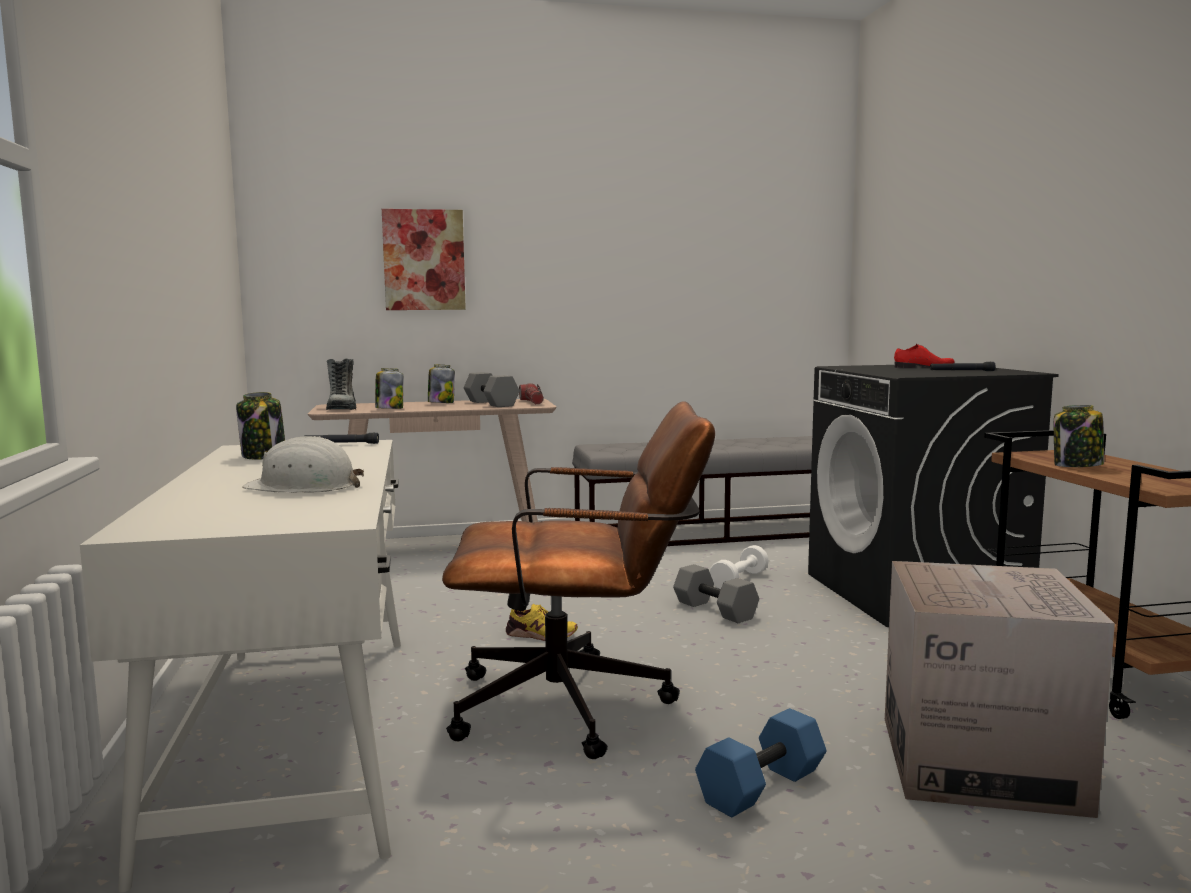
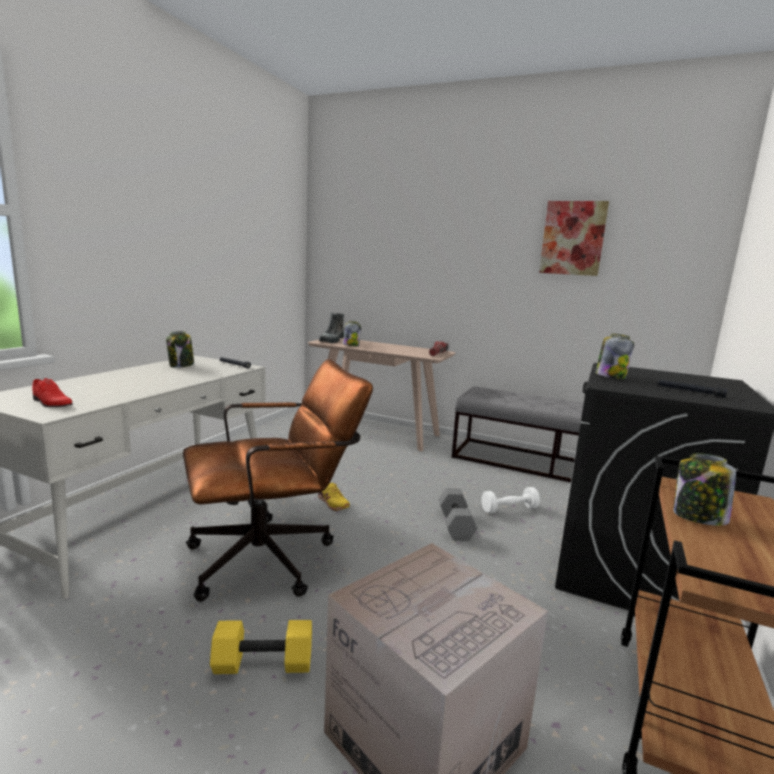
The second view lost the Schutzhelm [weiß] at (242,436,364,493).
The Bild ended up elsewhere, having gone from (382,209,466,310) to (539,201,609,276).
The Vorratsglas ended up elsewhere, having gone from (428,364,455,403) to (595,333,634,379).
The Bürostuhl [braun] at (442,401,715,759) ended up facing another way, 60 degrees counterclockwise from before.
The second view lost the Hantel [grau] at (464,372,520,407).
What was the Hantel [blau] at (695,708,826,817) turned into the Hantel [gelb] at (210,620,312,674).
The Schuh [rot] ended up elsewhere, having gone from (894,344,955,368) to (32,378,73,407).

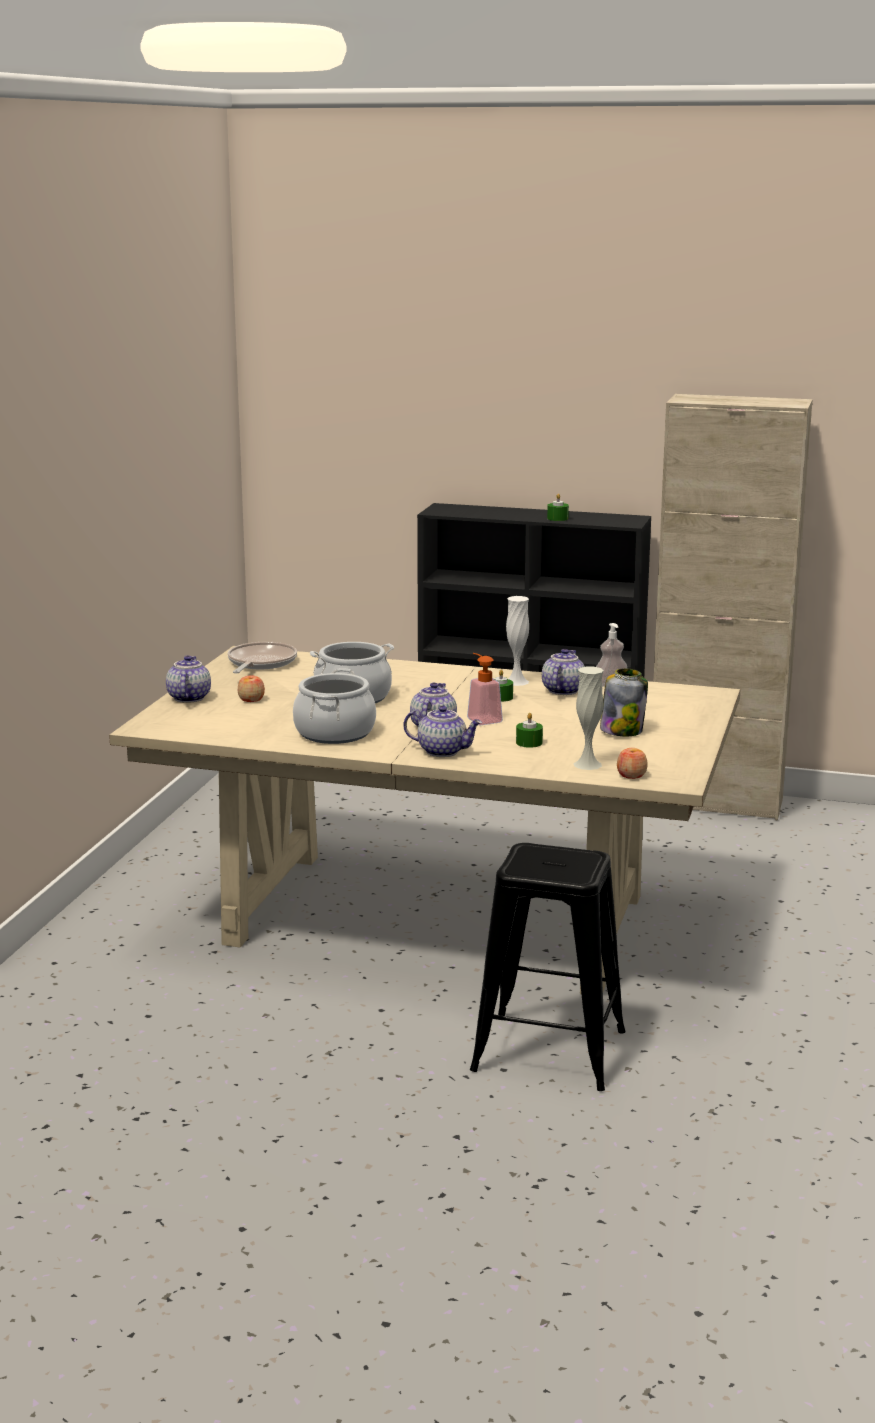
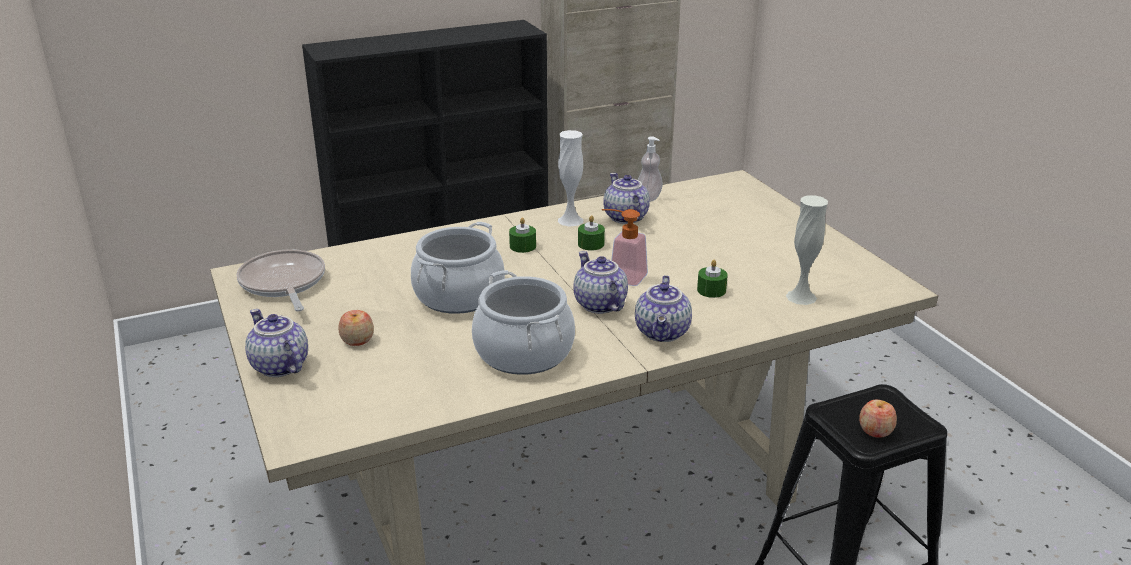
The Teekanne at (403,706,482,757) ended up facing another way, 120 degrees clockwise from before.
The Kerze [grün] ended up elsewhere, having gone from (547,494,569,521) to (509,218,536,253).
The second view lost the Vorratsglas at (600,668,648,736).
The Apfel ended up elsewhere, having gone from (617,748,648,779) to (859,400,897,438).

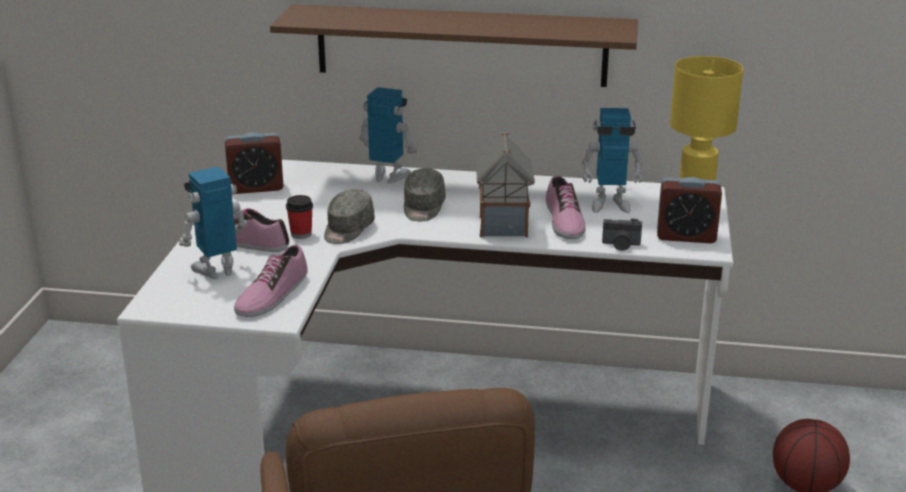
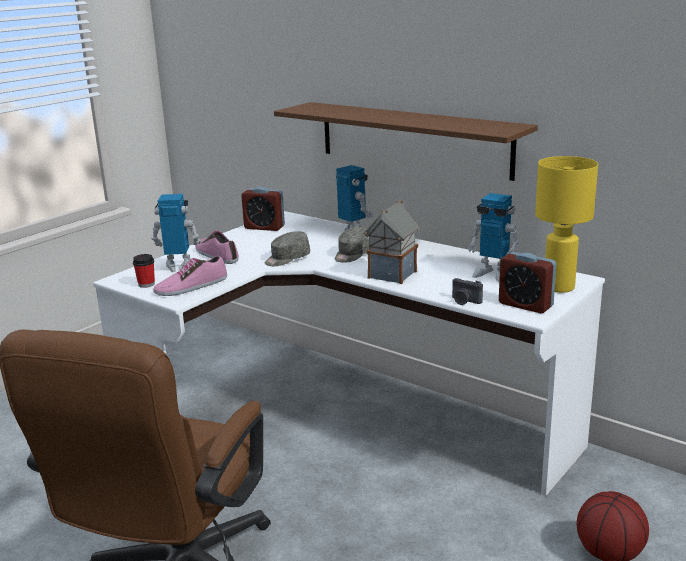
The Tasse ended up elsewhere, having gone from (286,195,313,239) to (133,254,155,288).
The second view lost the Schuh at (546,176,586,239).

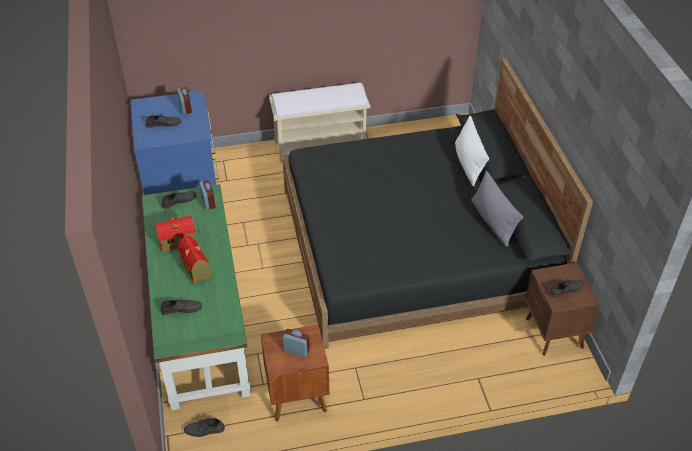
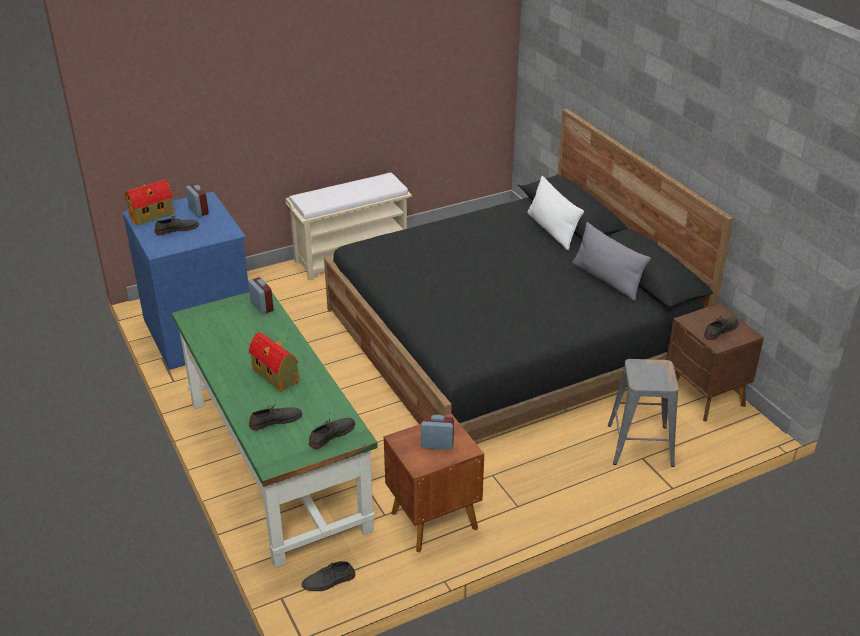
The Spielzeughaus ended up elsewhere, having gone from (155,215,197,252) to (125,180,174,226).
The Schuh [grau] ended up elsewhere, having gone from (161,191,197,209) to (309,418,355,449).
The second view gained the Hocker [grau] at (608,359,679,467).

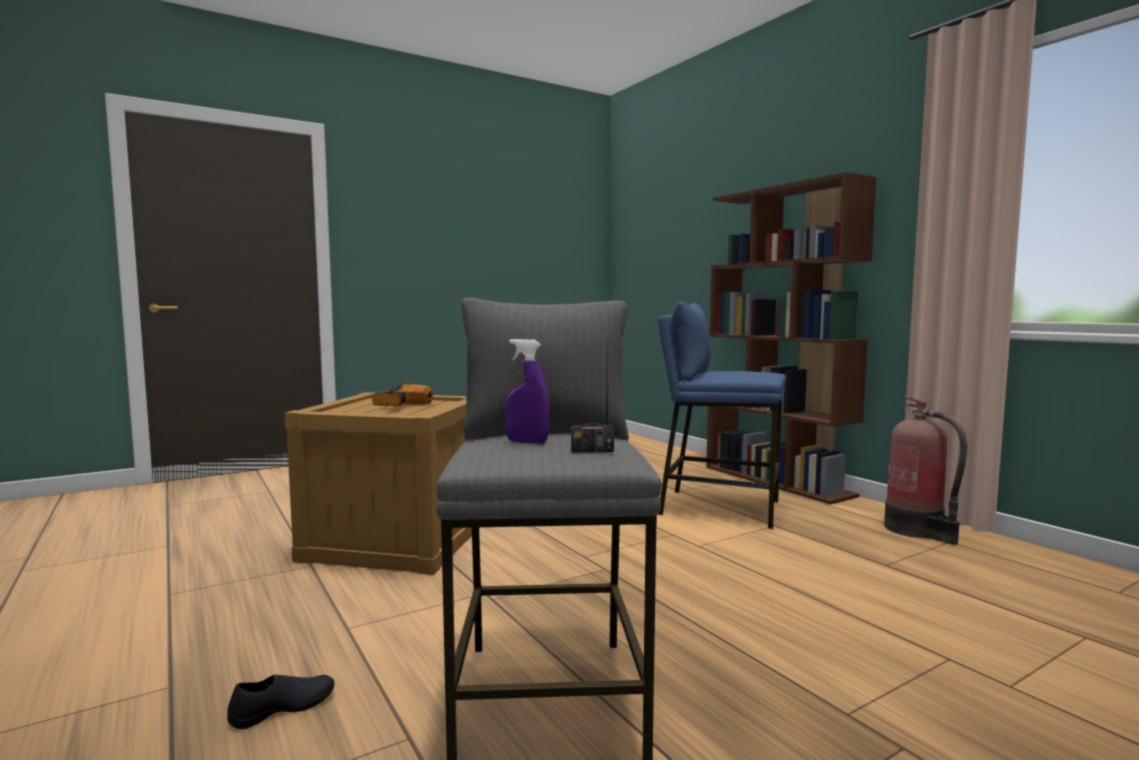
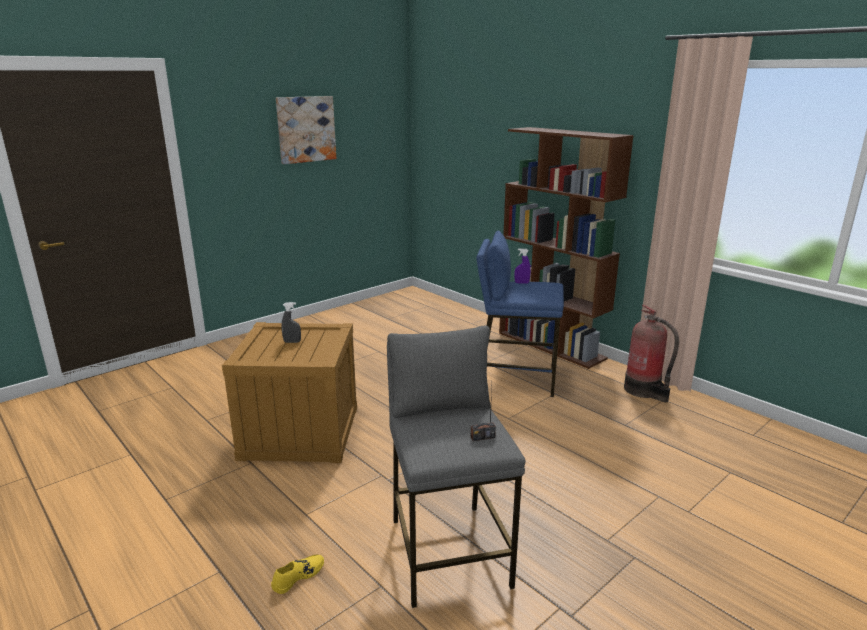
What was the Schuh [schwarz] at (227,675,335,729) turned into the Schuh [gelb] at (271,555,324,594).
Where the Bohrmaschine stood at (372,384,433,406), the Sprühflasche [grau] came to stand at (281,302,301,343).
The Sprühflasche [lila] ended up elsewhere, having gone from (505,339,550,444) to (515,249,531,284).
The second view gained the Bild at (276,96,336,164).

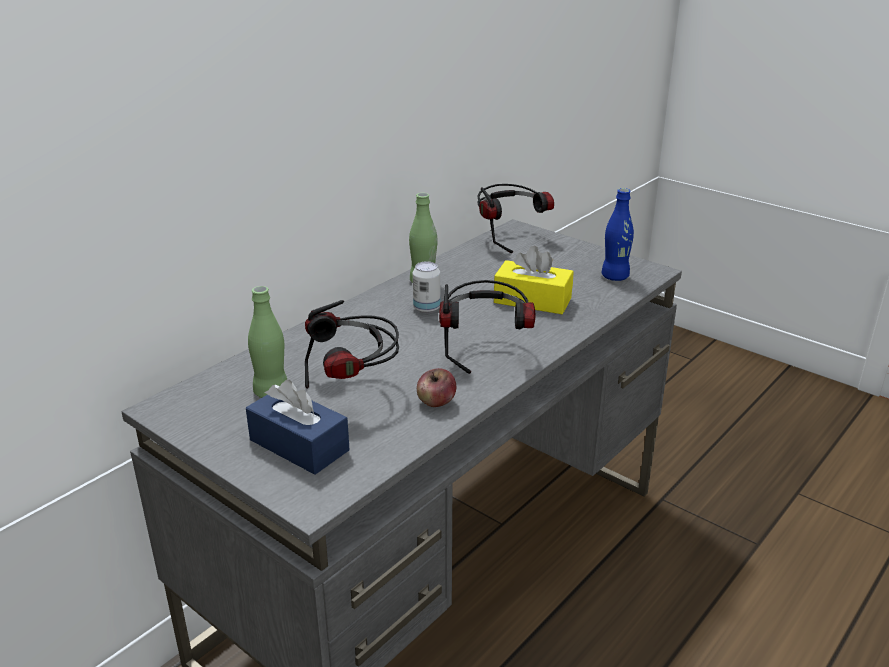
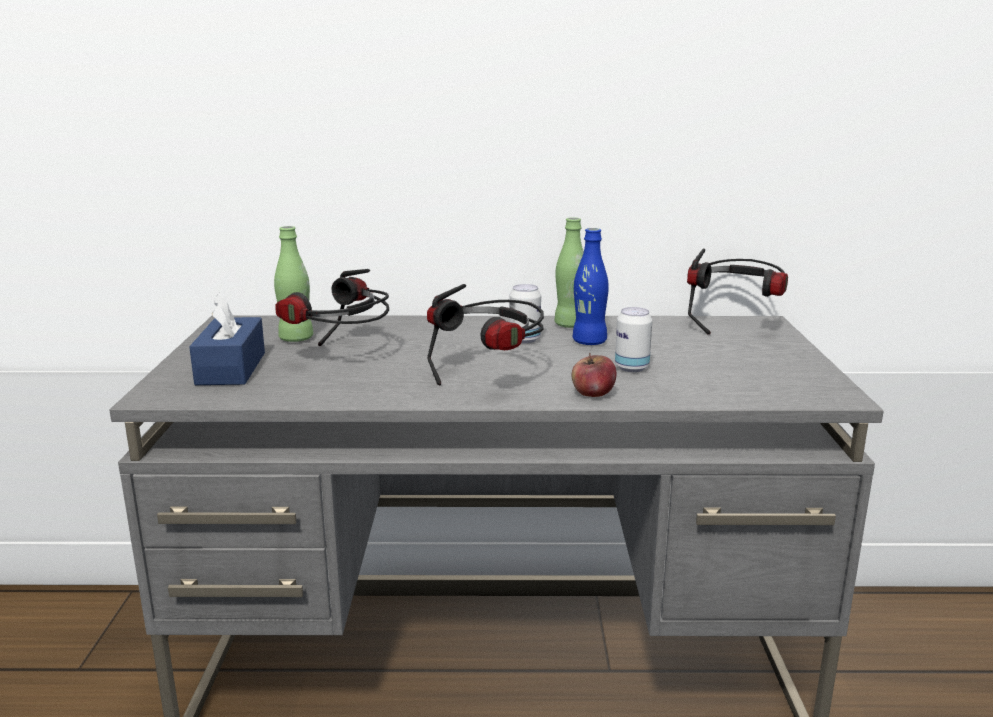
The Apfel ended up elsewhere, having gone from (417,368,456,407) to (572,353,617,397).
Where the Taschentuchbox [gelb] stood at (494,246,574,314), the Dose came to stand at (615,307,652,372).
The Flasche [blau] ended up elsewhere, having gone from (602,188,634,281) to (573,228,609,345).

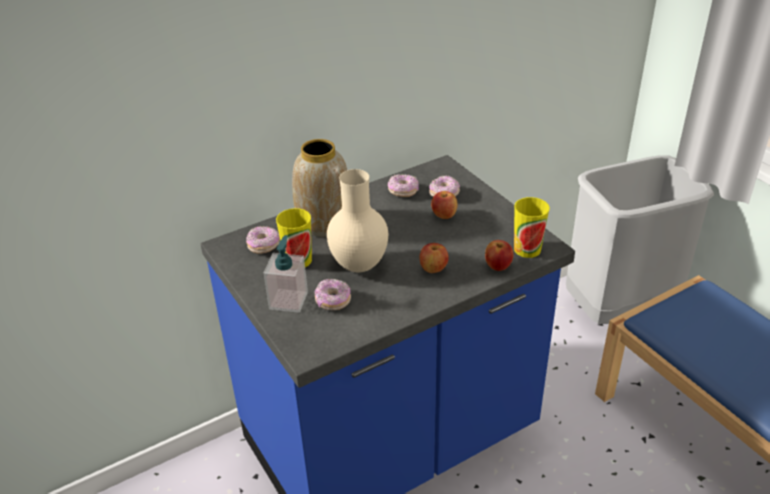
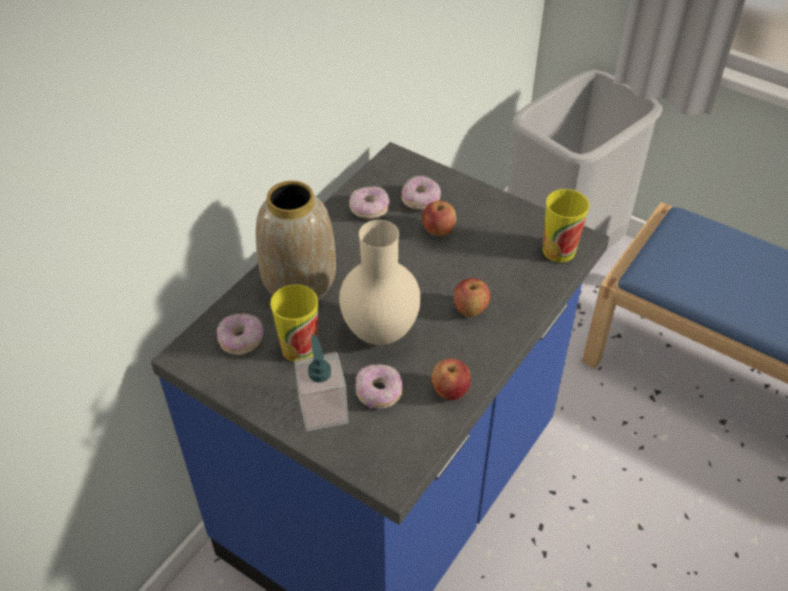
The Apfel ended up elsewhere, having gone from (485,240,513,271) to (432,359,471,400).

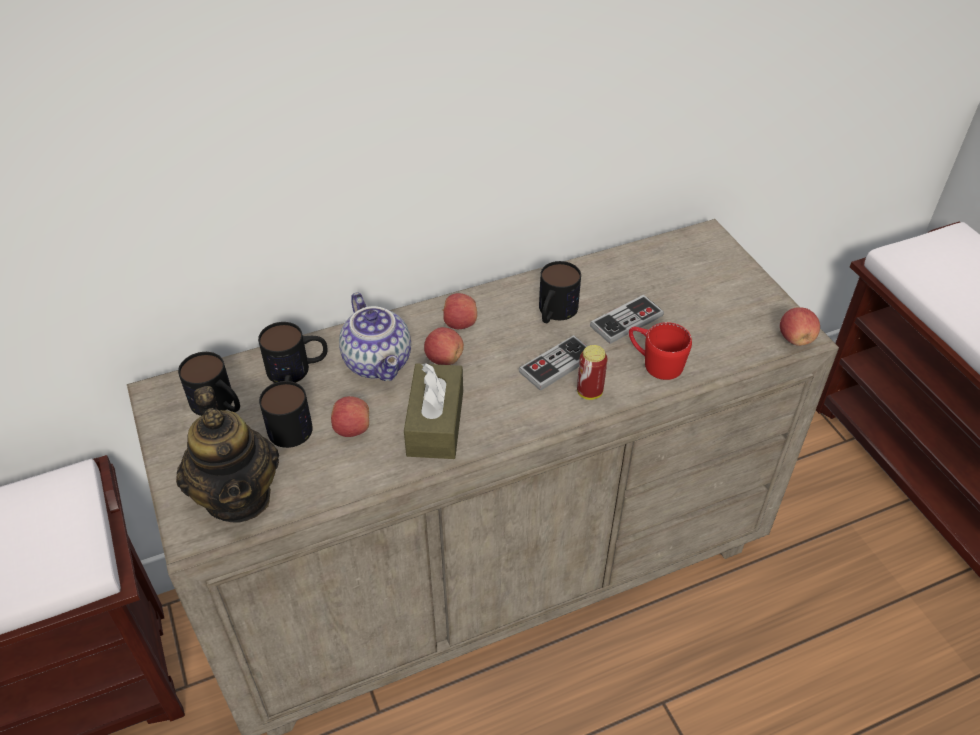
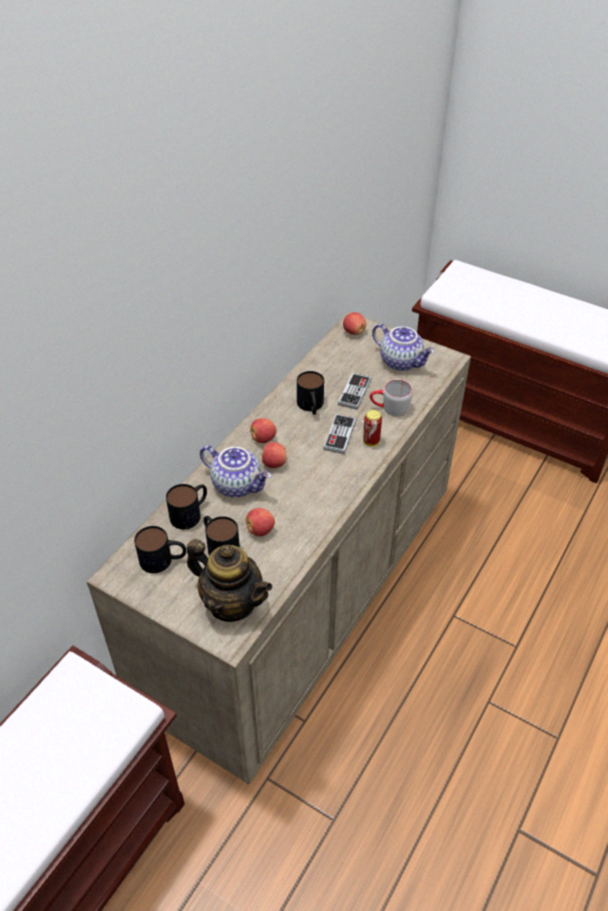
The second view lost the Taschentuchbox [braun] at (404,363,463,459).
What was the Henkelbecher [rot] at (629,322,692,380) turned into the Henkelbecher [grau] at (370,379,413,416).
The Apfel ended up elsewhere, having gone from (780,307,820,346) to (343,312,366,335).
The second view gained the Teekanne at (372,324,435,371).

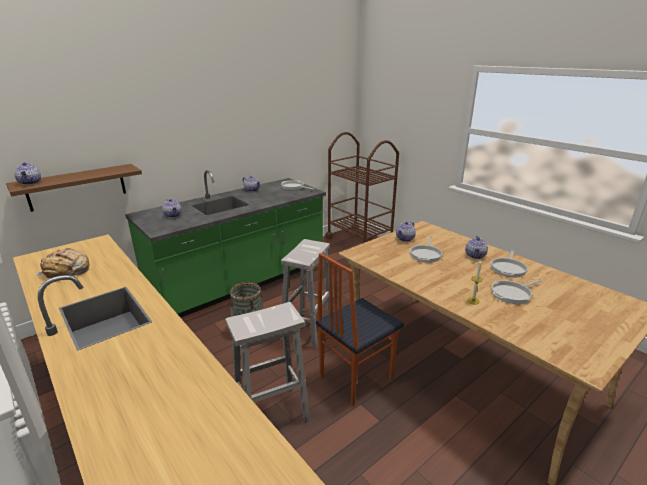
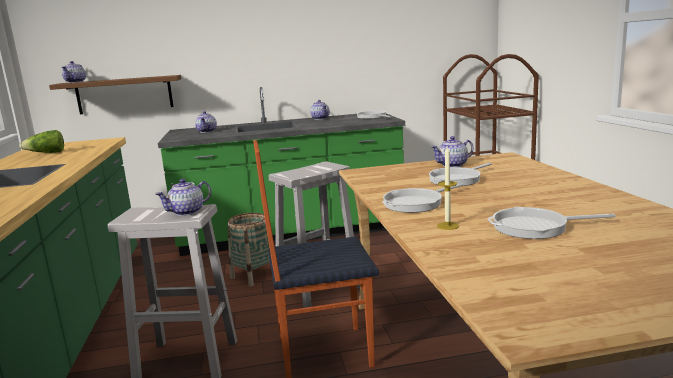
Where the Brot stood at (35,248,89,279), the Salatkopf came to stand at (19,130,64,153).
The Teekanne ended up elsewhere, having gone from (465,236,488,259) to (155,179,211,216).
The Pfanne ended up elsewhere, having gone from (490,250,529,277) to (382,183,463,213).

